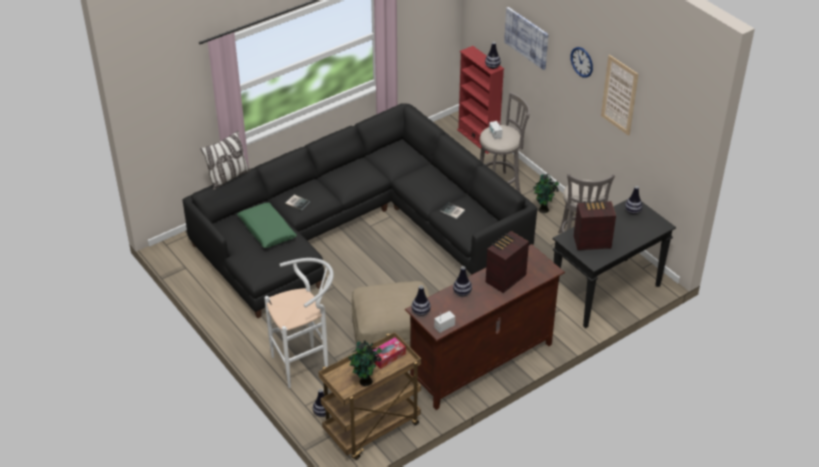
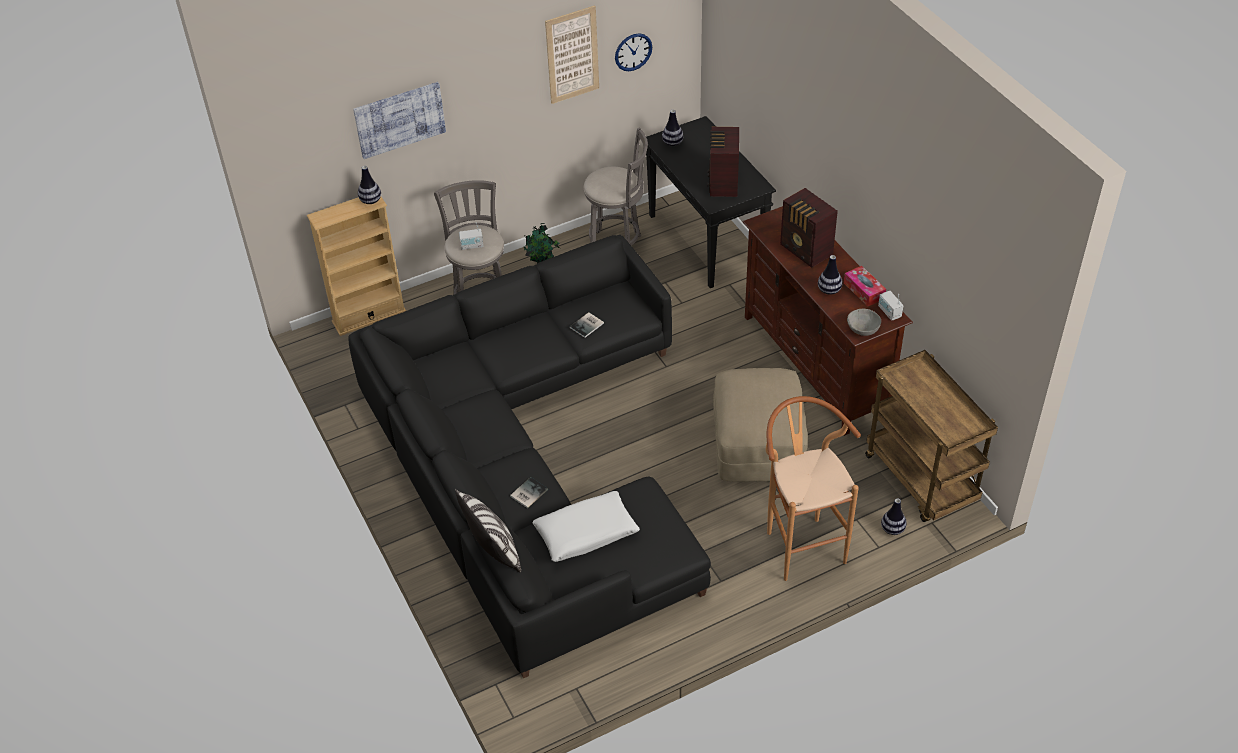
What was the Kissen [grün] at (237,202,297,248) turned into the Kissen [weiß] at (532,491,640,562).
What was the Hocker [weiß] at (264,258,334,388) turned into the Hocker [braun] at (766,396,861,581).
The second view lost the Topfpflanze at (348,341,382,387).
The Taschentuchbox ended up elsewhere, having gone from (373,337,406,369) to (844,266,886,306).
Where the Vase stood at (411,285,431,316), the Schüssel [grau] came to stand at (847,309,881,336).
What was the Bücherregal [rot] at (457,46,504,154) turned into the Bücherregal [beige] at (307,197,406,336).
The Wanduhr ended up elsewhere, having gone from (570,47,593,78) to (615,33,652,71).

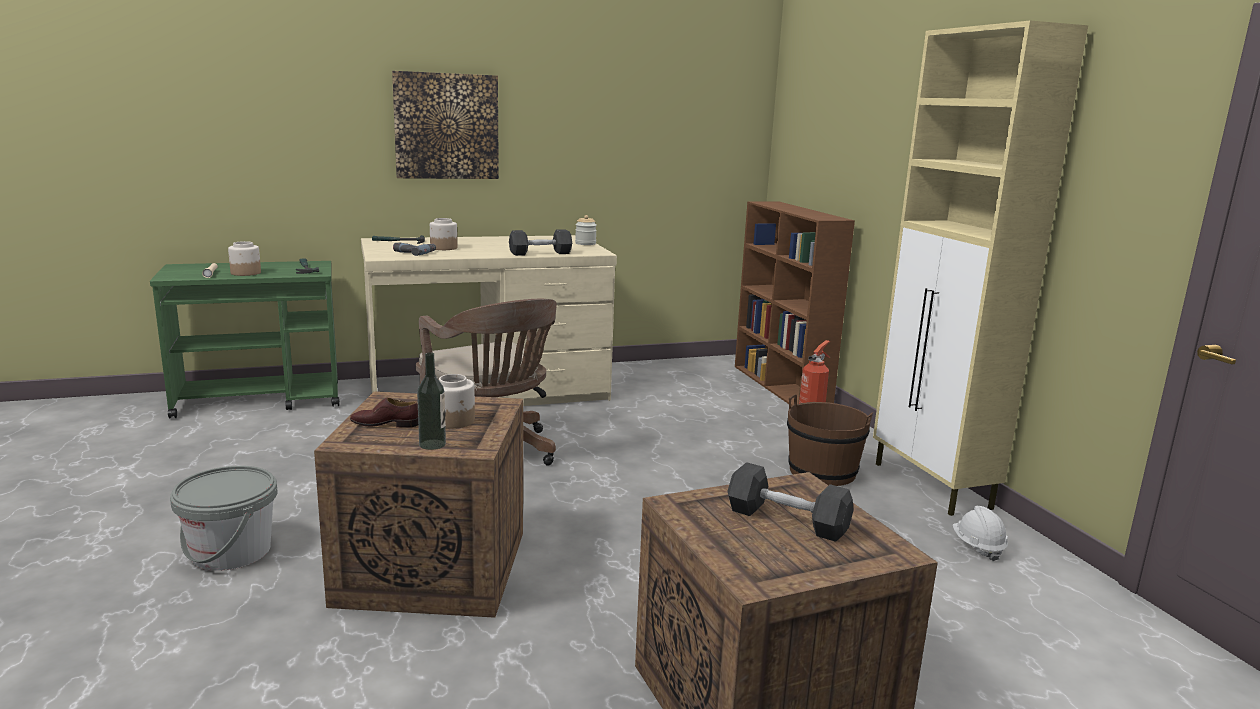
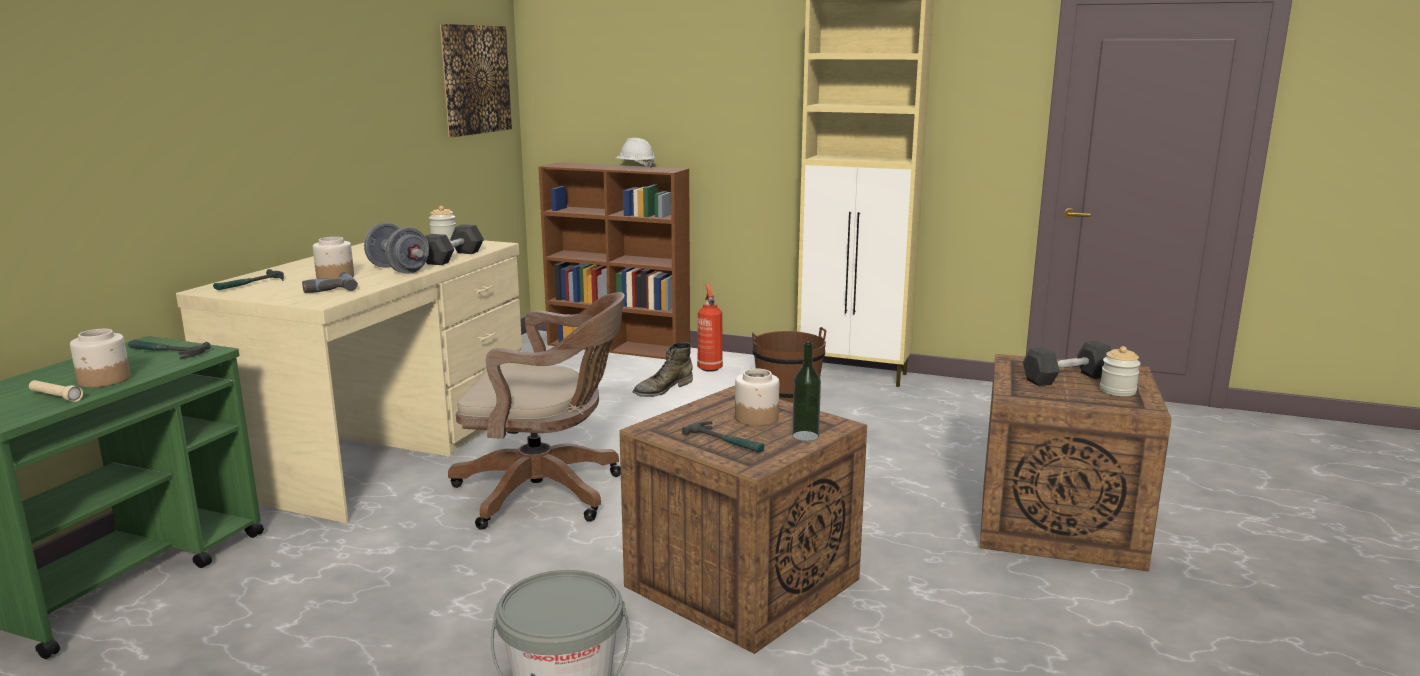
Where the Schuh [braun] stood at (350,397,418,428), the Hammer came to stand at (682,421,764,453).
The Bild ended up elsewhere, having gone from (392,71,499,179) to (440,24,512,137).
The Schutzhelm [weiß] ended up elsewhere, having gone from (953,506,1008,562) to (616,138,655,168).
The second view gained the Hantel [grau] at (364,223,429,274).
The second view gained the Stiefel [grün] at (633,342,693,397).
The second view gained the Vorratsglas at (1100,346,1141,396).

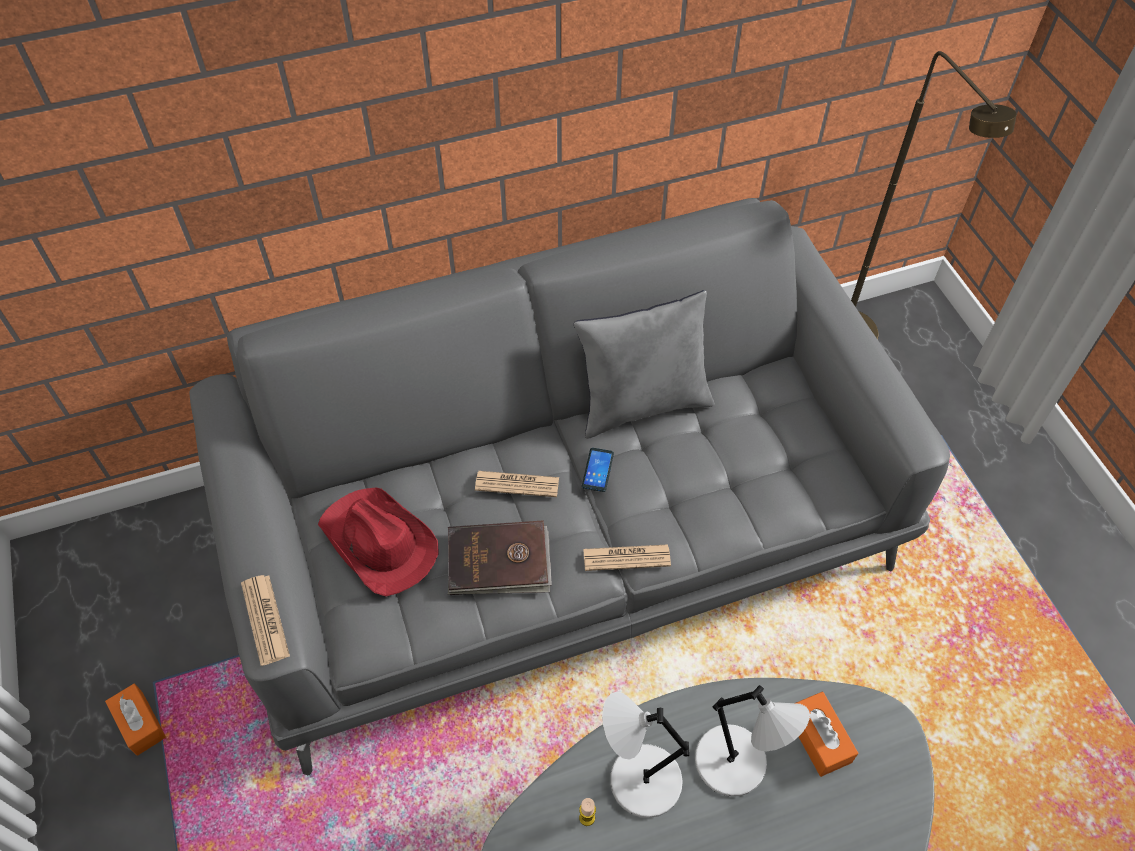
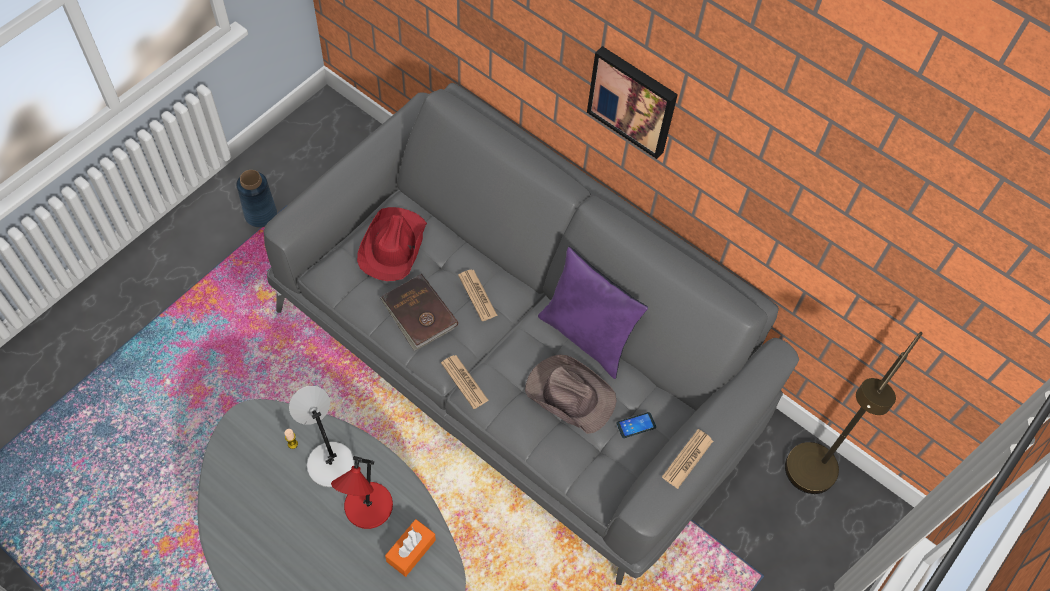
Where the Taschentuchbox [orange] stood at (105,684,166,756), the Vase [blau] came to stand at (236,170,277,227).
The Zeitung ended up elsewhere, having gone from (241,575,290,666) to (662,429,713,489).
What was the Kissen [grau] at (574,290,715,439) turned into the Kissen [lila] at (538,247,648,379).
The Handy ended up elsewhere, having gone from (582,448,614,492) to (616,412,656,438).
What was the Tischlampe [grau] at (695,685,810,797) turned into the Tischlampe [rot] at (331,456,393,529).
The second view gained the Hut [braun] at (525,355,617,434).
The second view gained the Bild at (587,46,678,159).

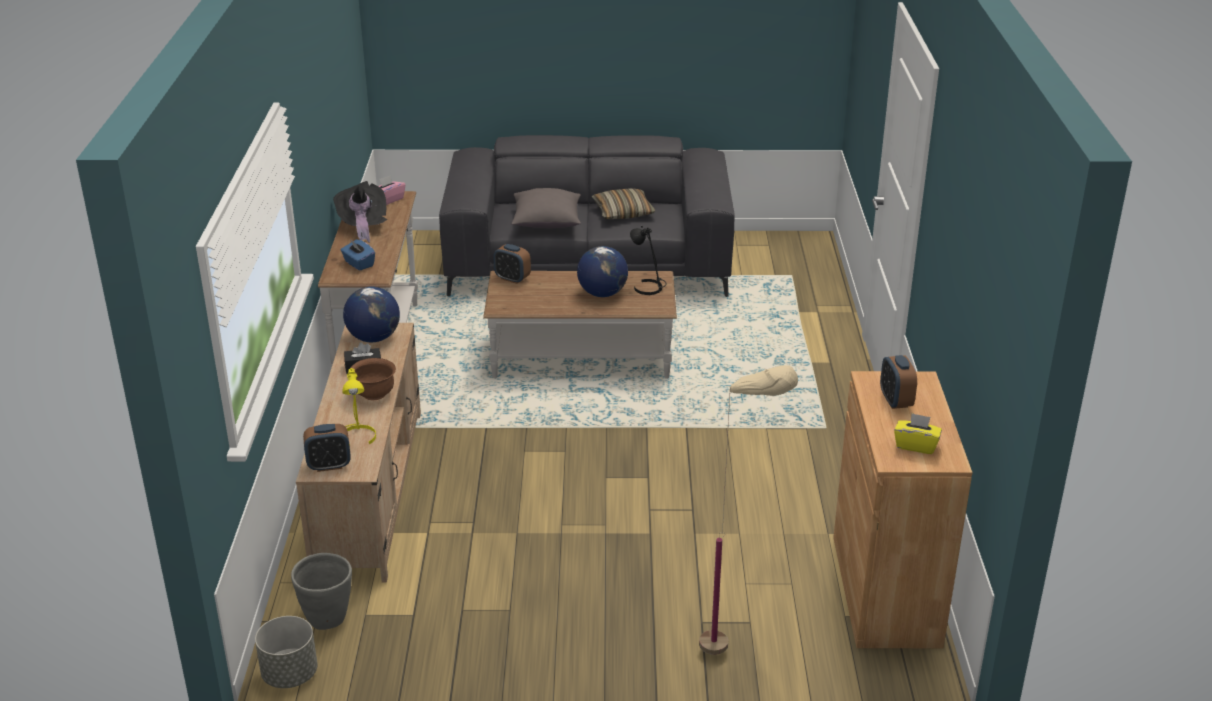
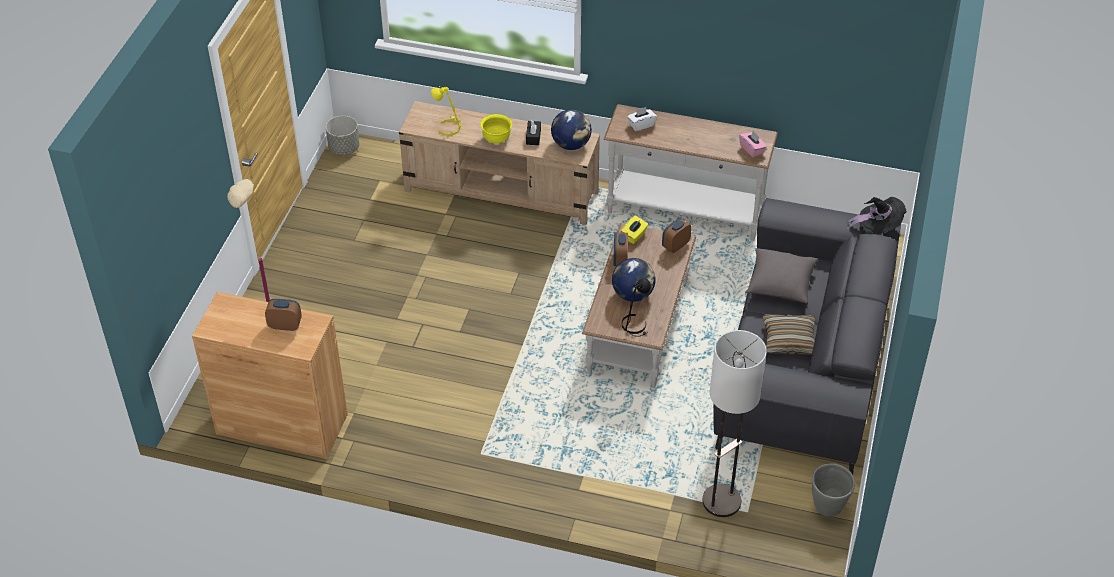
The Pflanzkübel [grau] ended up elsewhere, having gone from (291,553,352,630) to (812,464,855,517).
The Wecker ended up elsewhere, having gone from (303,424,351,472) to (613,232,628,266).
The Hut [schwarz] ended up elsewhere, having gone from (333,181,387,242) to (847,197,907,234).
What was the Taschentuchbox [blau] at (341,239,375,271) turned into the Taschentuchbox [weiß] at (627,107,657,131).
What was the Schüssel [braun] at (351,358,396,400) turned into the Schüssel [gelb] at (480,114,512,144).
The Taschentuchbox [gelb] ended up elsewhere, having gone from (894,413,942,454) to (621,216,648,244).
The second view gained the Stehlampe at (702,330,767,517).

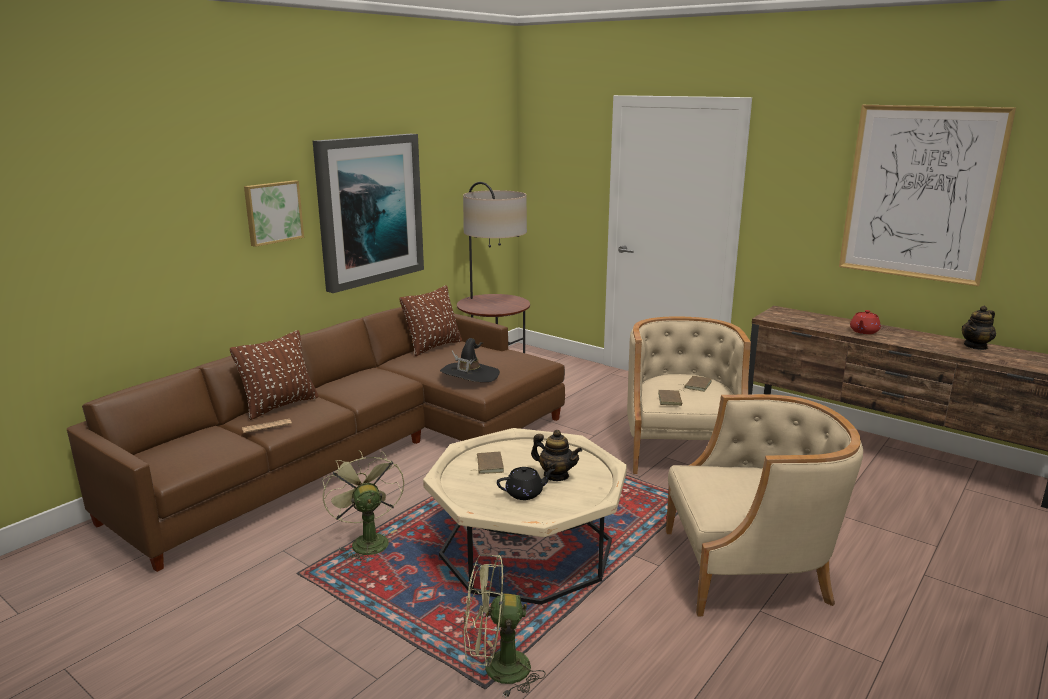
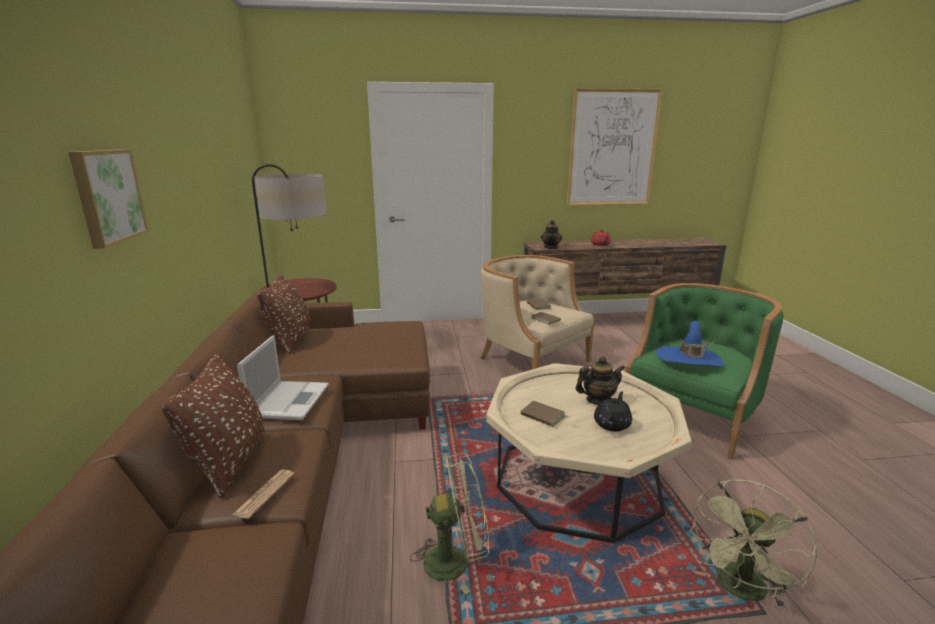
The second view lost the Bild at (313,134,424,293).
The Ventilator [grün] at (322,450,404,563) ended up facing another way, 150 degrees clockwise from before.
The second view lost the Hut [schwarz] at (440,338,500,382).
What was the Sessel [beige] at (666,394,863,616) turned into the Sessel [grün] at (625,283,784,460).
The Teekanne ended up elsewhere, having gone from (962,306,996,350) to (541,220,562,249).
The second view gained the Laptop at (237,335,329,420).
The second view gained the Hut [blau] at (656,321,725,366).

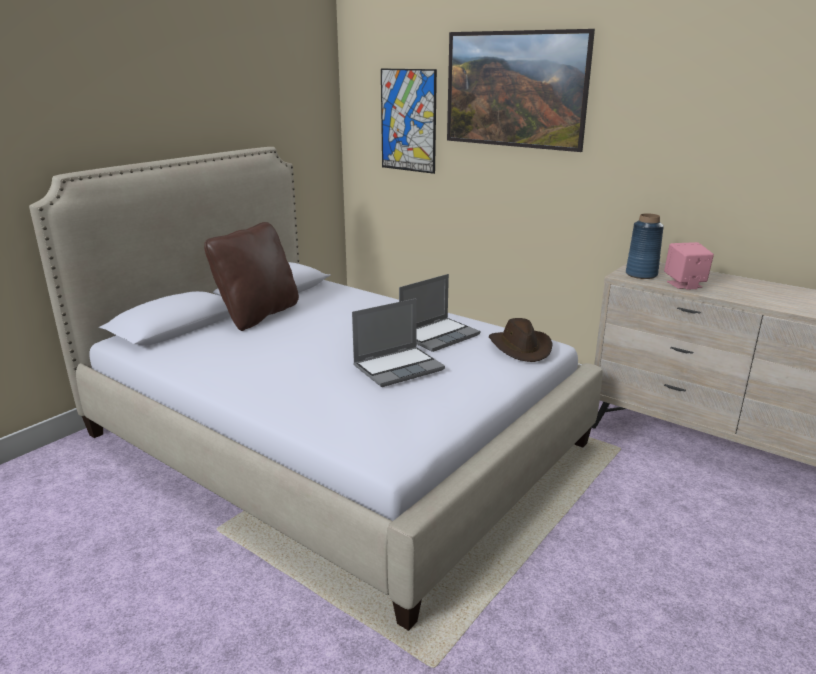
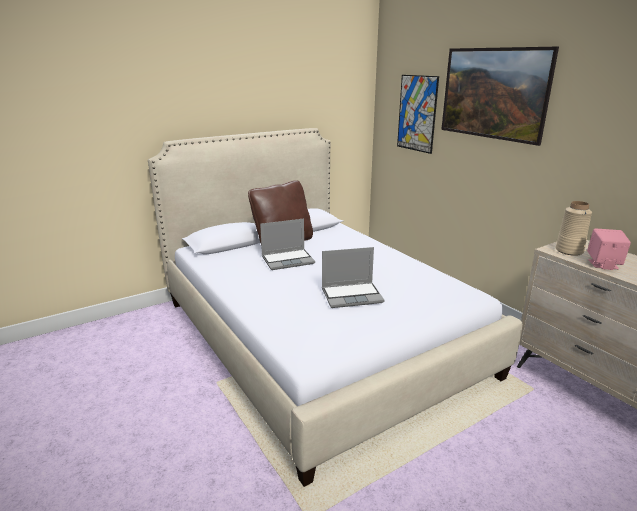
The Laptop ended up elsewhere, having gone from (399,274,480,352) to (260,219,315,270).
The second view lost the Hut [braun] at (489,318,553,362).
What was the Vase [blau] at (626,213,664,279) turned into the Vase [beige] at (556,201,592,256).

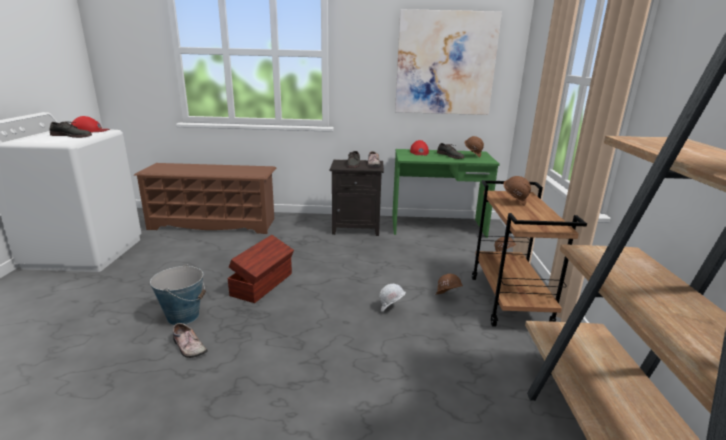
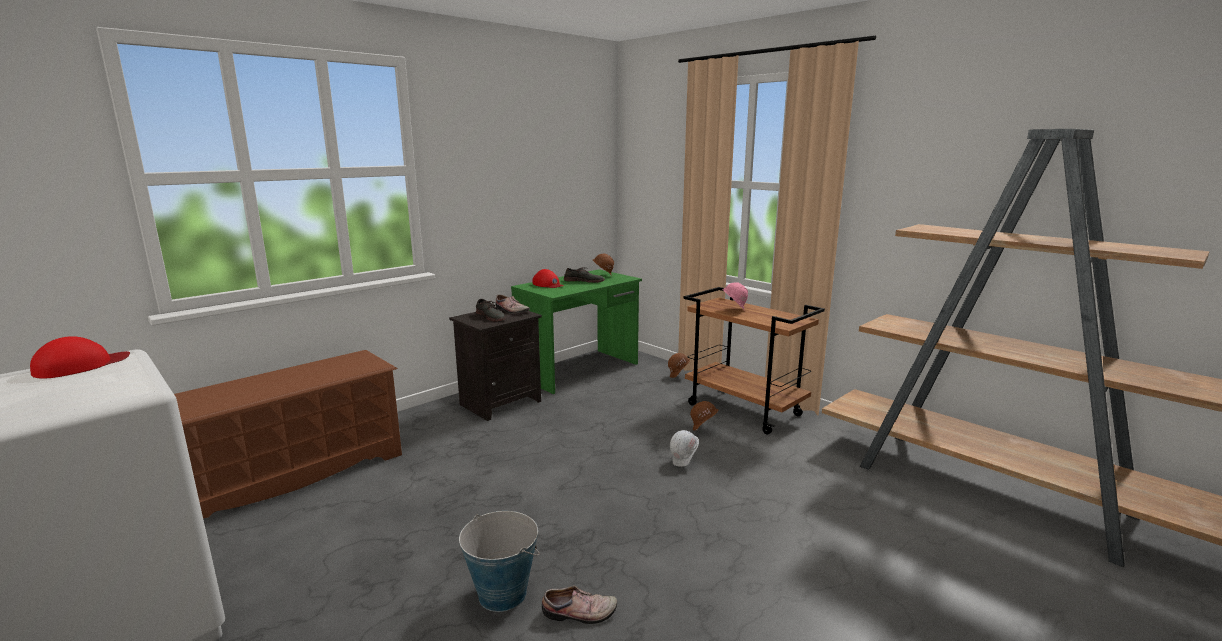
The second view lost the Schuh [grau] at (50,121,92,138).
The second view lost the Aufbewahrungsbox [braun] at (228,235,294,303).
The second view lost the Bild at (395,9,502,115).
What was the Schutzhelm [braun] at (504,176,531,206) turned into the Schutzhelm [rosa] at (722,282,748,309).

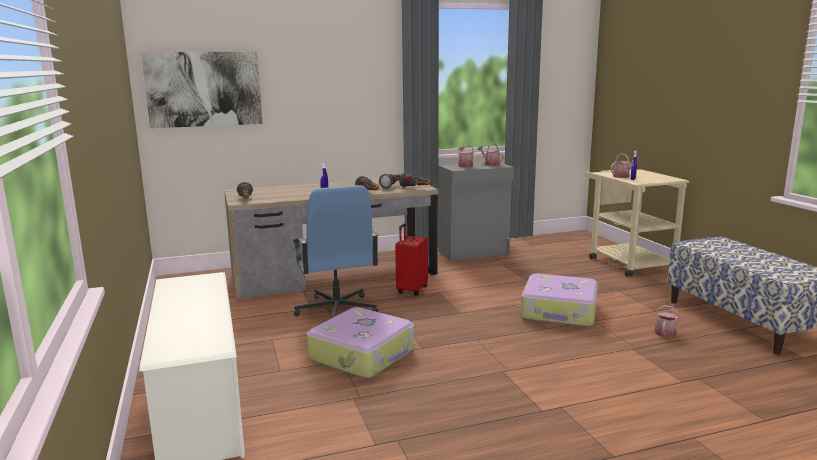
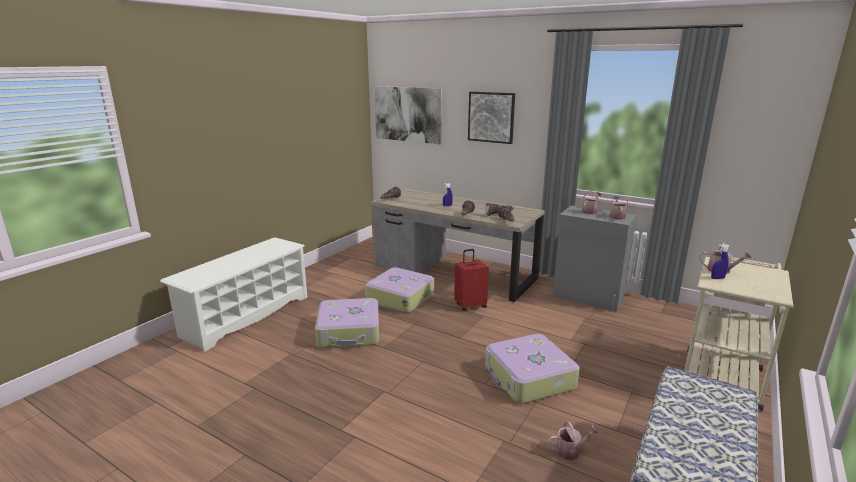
Where the Bürostuhl [blau] stood at (293,185,379,318), the Koffer came to stand at (365,267,434,313).
The second view gained the Bild at (468,92,515,144).

